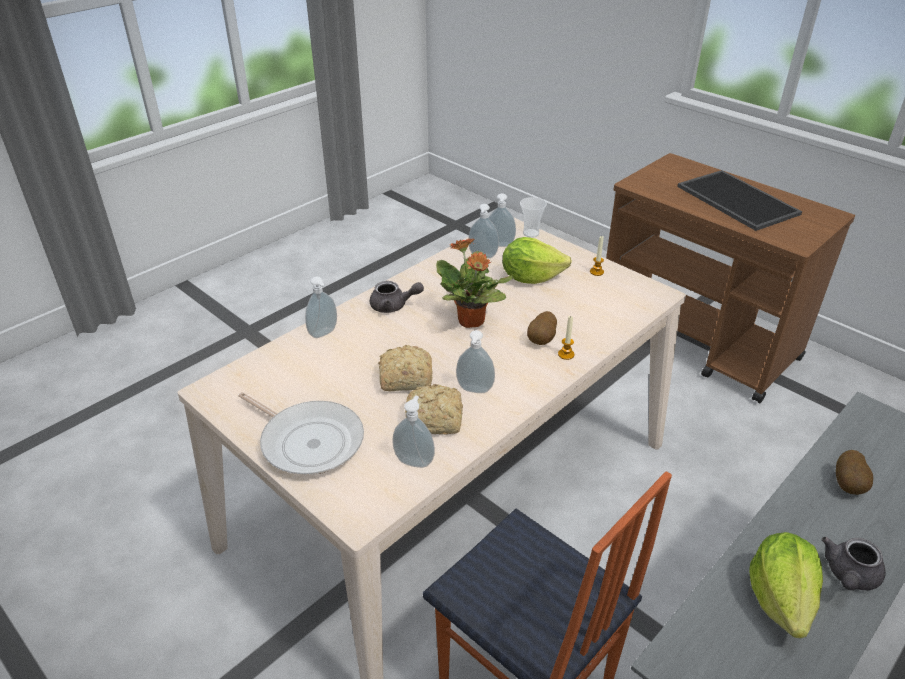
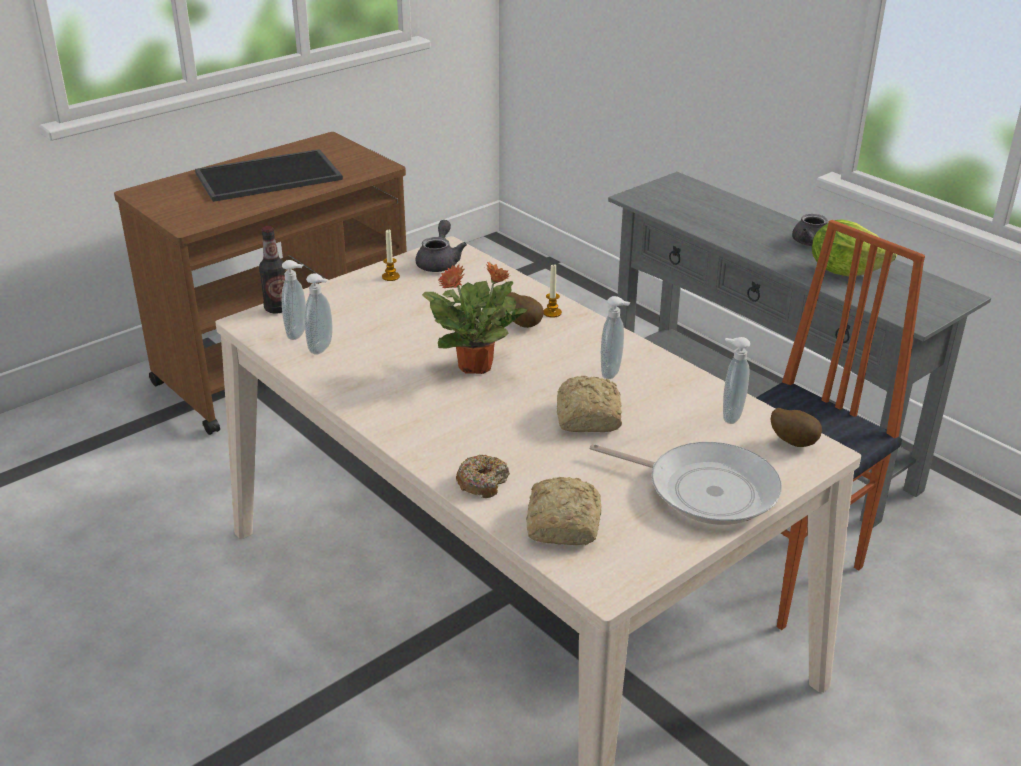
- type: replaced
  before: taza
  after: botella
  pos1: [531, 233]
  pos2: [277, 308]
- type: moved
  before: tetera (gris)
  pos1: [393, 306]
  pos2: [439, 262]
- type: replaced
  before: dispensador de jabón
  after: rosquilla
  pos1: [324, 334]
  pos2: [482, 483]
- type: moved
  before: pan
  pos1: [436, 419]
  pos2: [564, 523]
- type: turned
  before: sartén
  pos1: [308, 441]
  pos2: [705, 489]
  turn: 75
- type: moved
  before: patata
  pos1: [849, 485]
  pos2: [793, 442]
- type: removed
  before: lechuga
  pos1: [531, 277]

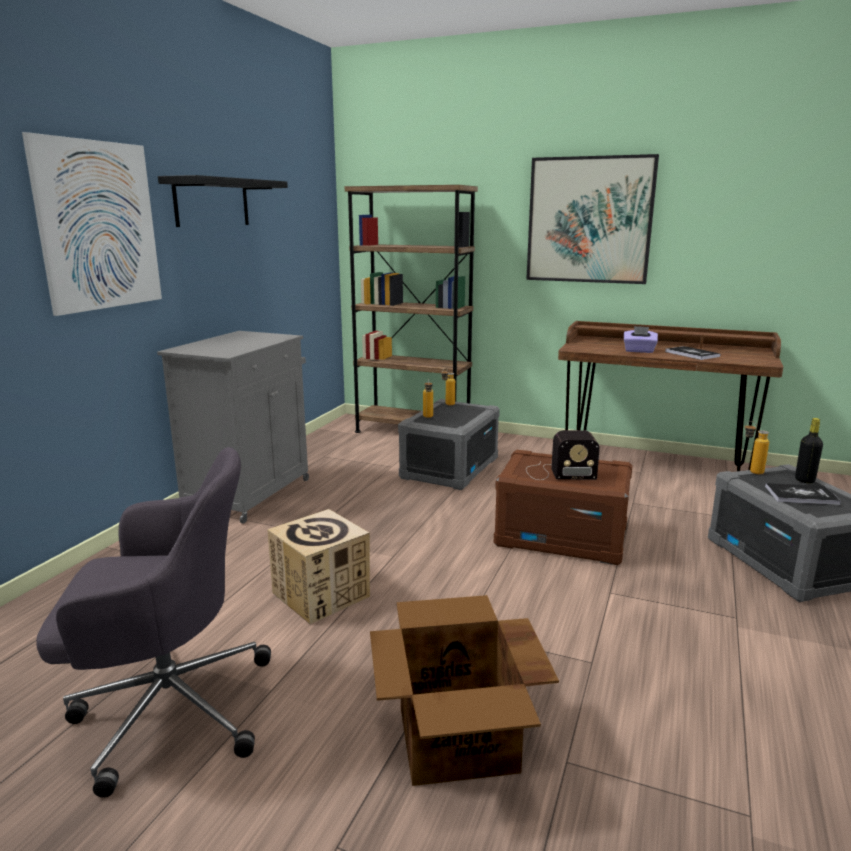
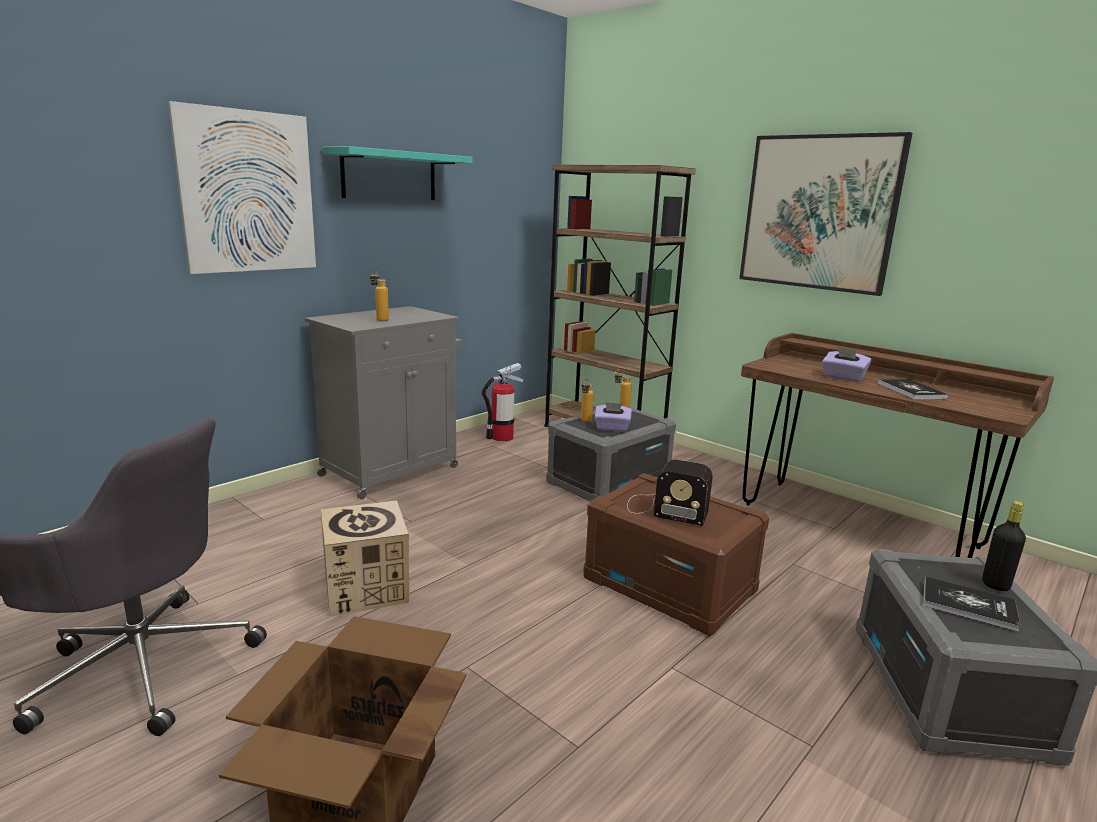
- type: recoloured
  before: estante (negro)
  after: estante (turquesa)
  pos1: [212, 202]
  pos2: [389, 175]
- type: moved
  before: botella
  pos1: [750, 471]
  pos2: [379, 319]
- type: added
  after: extintor
  pos2: [501, 437]
- type: added
  after: caja de pañuelos (morado)
  pos2: [612, 428]

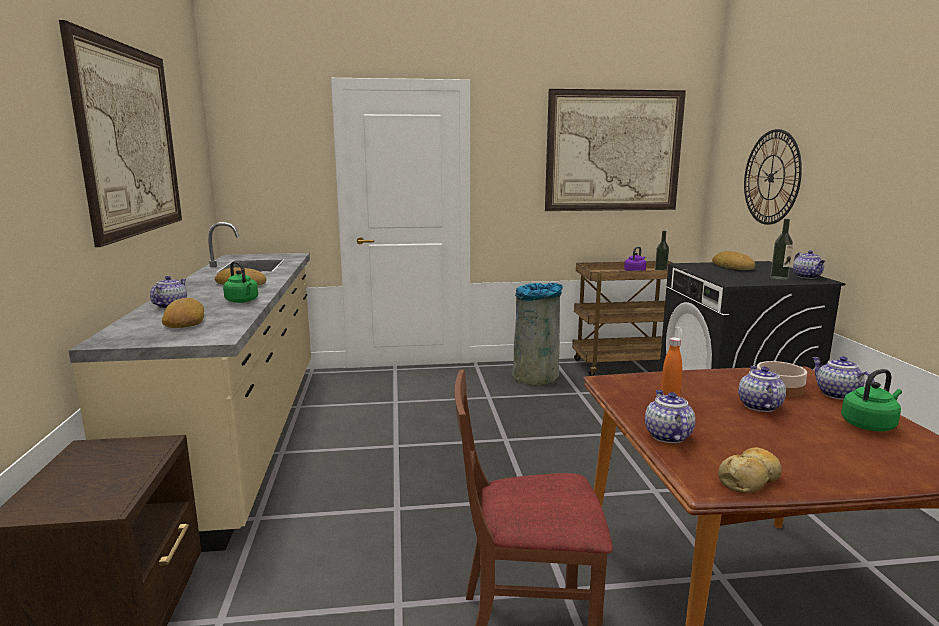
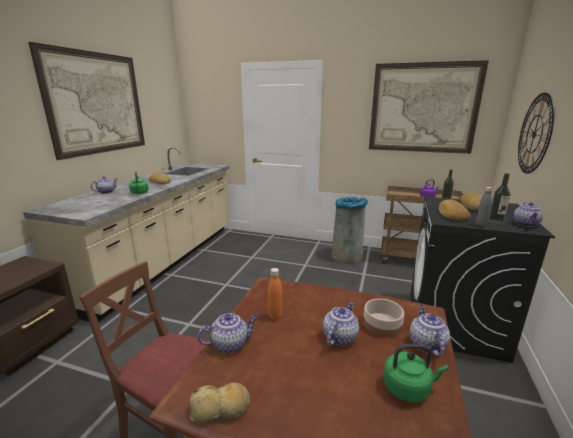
- type: turned
  before: tetera
  pos1: [667, 435]
  pos2: [230, 344]
  turn: 45
- type: moved
  before: pan
  pos1: [184, 321]
  pos2: [452, 214]
- type: added
  after: botella (gris)
  pos2: [481, 225]

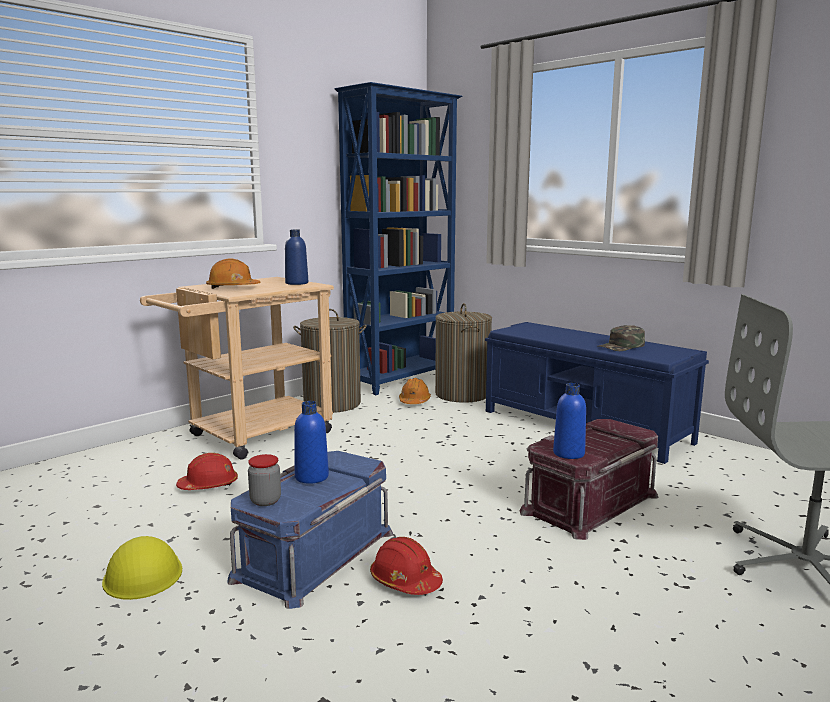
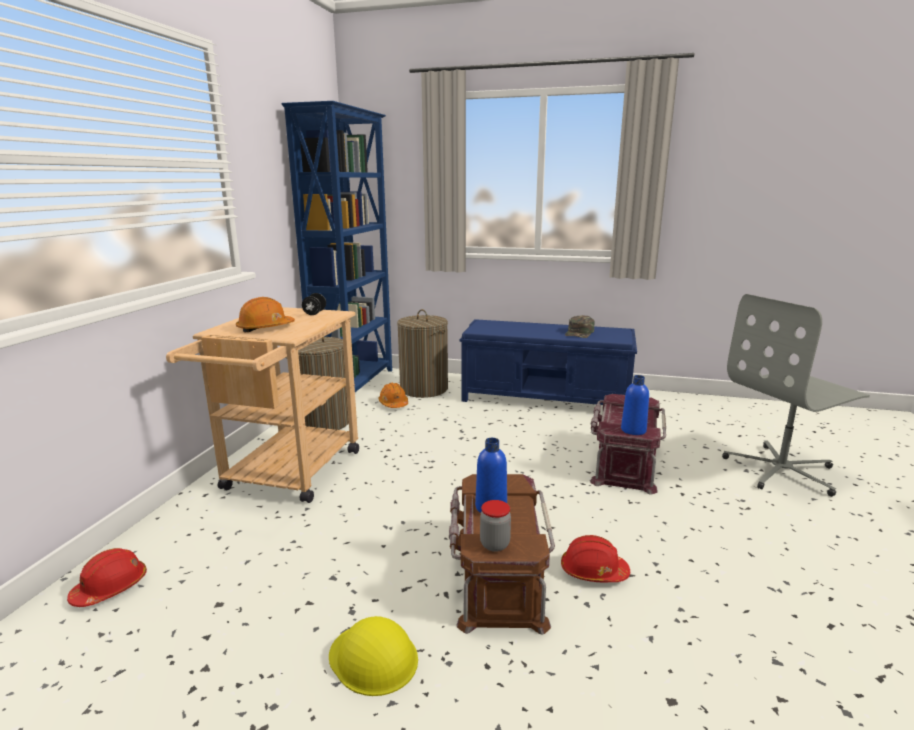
- type: moved
  before: casco (rojo)
  pos1: [209, 485]
  pos2: [111, 588]
- type: replaced
  before: botella (azul)
  after: mancuerna (negro)
  pos1: [296, 283]
  pos2: [315, 313]
- type: recoloured
  before: caja de almacenaje (azul)
  after: caja de almacenaje (marrón)
  pos1: [313, 554]
  pos2: [497, 574]

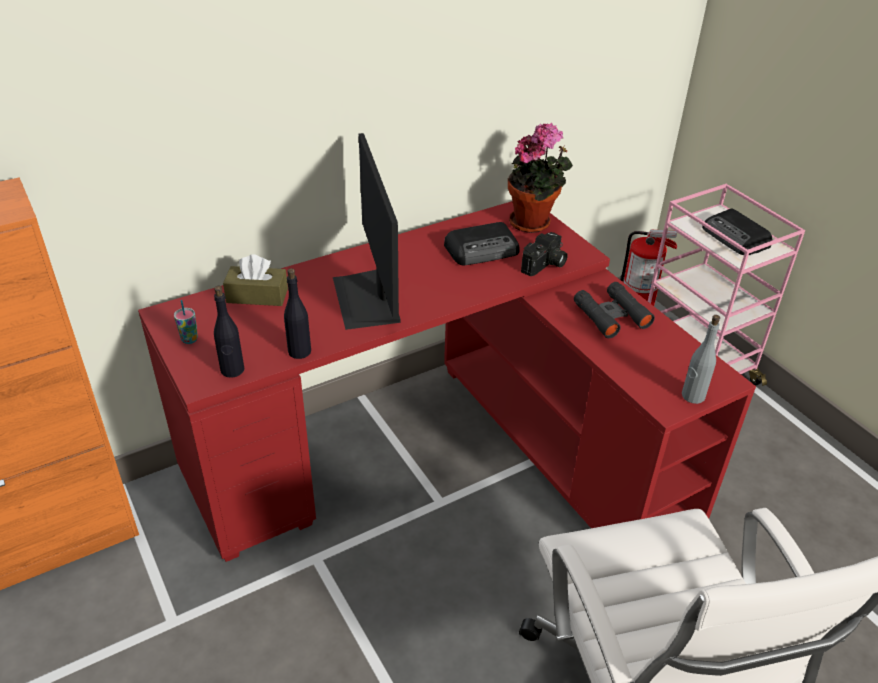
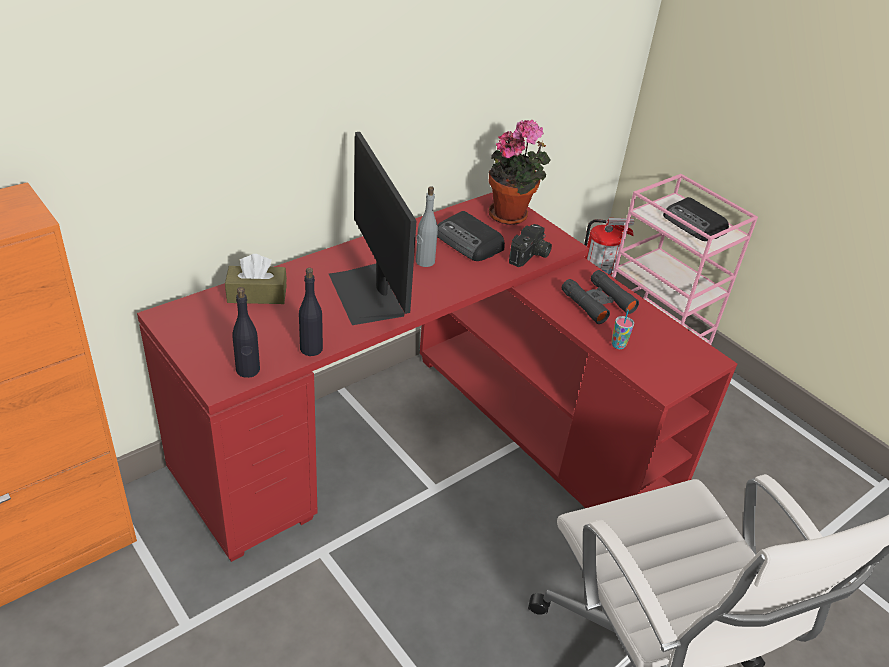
- type: moved
  before: botella (gris)
  pos1: [692, 396]
  pos2: [424, 261]
- type: turned
  before: radio
  pos1: [483, 250]
  pos2: [469, 242]
  turn: 75
- type: moved
  before: taza
  pos1: [189, 339]
  pos2: [618, 345]

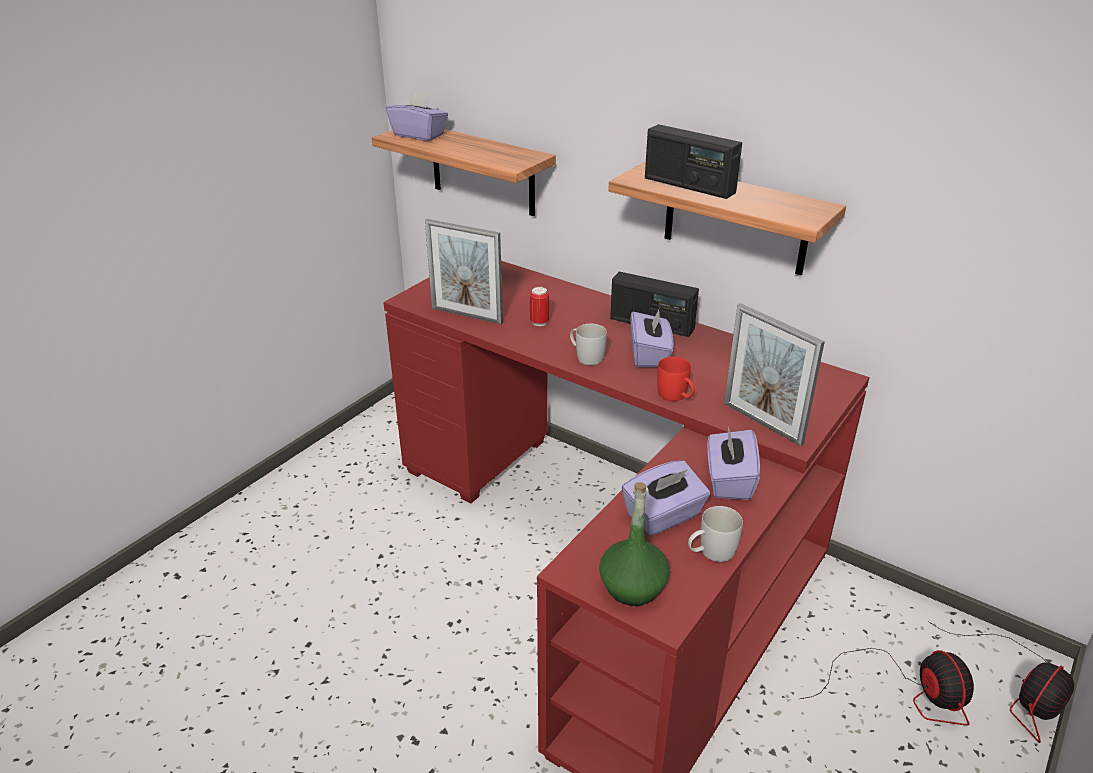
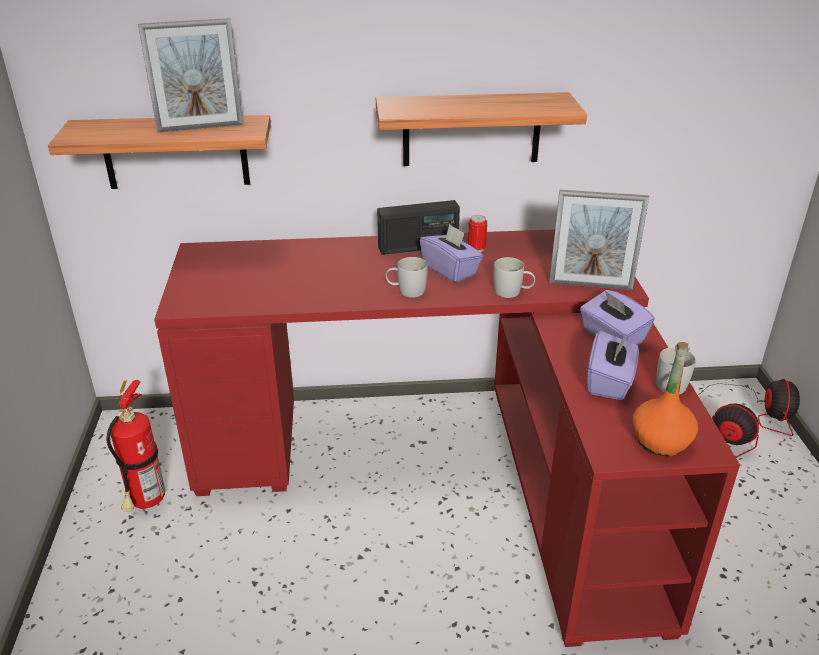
- type: added
  after: extintor
  pos2: [145, 503]
- type: moved
  before: portarretratos
  pos1: [466, 315]
  pos2: [200, 127]
- type: moved
  before: lata
  pos1: [539, 322]
  pos2: [476, 249]
- type: recoloured
  before: taza grande (rojo)
  after: taza grande (blanco)
  pos1: [676, 397]
  pos2: [512, 292]
- type: recoloured
  before: botella (verde)
  after: botella (naranja)
  pos1: [632, 586]
  pos2: [660, 441]
- type: removed
  before: caja de pañuelos (morado)
  pos1: [419, 135]
- type: removed
  before: radio
  pos1: [689, 185]

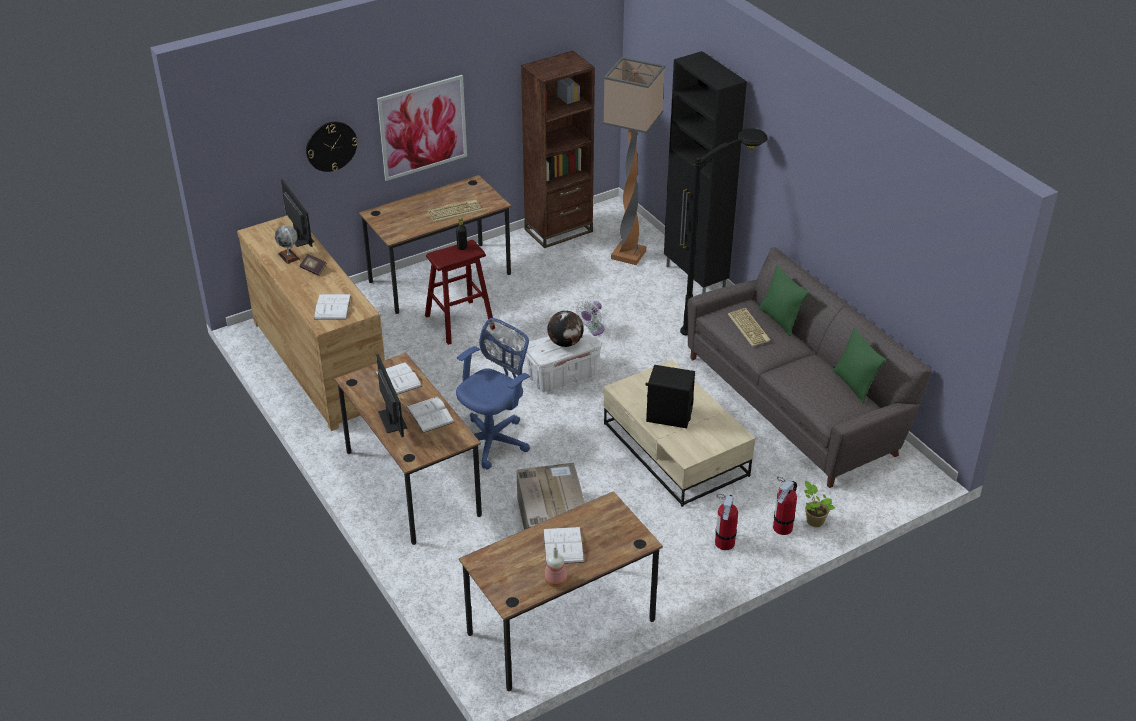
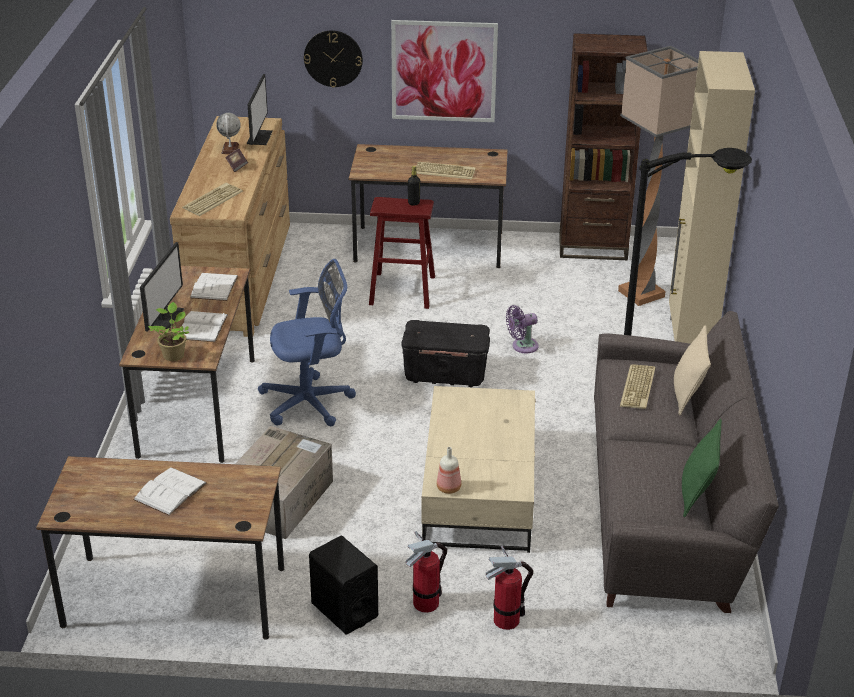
- type: moved
  before: planta en maceta
  pos1: [814, 520]
  pos2: [173, 354]
- type: replaced
  before: libro (blanco)
  after: teclado
  pos1: [332, 307]
  pos2: [212, 200]
- type: moved
  before: altavoz (negro)
  pos1: [668, 416]
  pos2: [344, 610]
- type: recoloured
  before: caja de almacenaje (blanco)
  after: caja de almacenaje (negro)
  pos1: [563, 375]
  pos2: [445, 374]
- type: moved
  before: botella
  pos1: [556, 580]
  pos2: [449, 487]
- type: recoloured
  before: ventilador (blanco)
  after: ventilador (morado)
  pos1: [592, 330]
  pos2: [522, 346]
- type: recoloured
  before: armario (negro)
  after: armario (beis)
  pos1: [695, 279]
  pos2: [689, 342]
- type: recoloured
  before: cojín (verde)
  after: cojín (beis)
  pos1: [780, 320]
  pos2: [687, 395]
- type: removed
  before: globo terráqueo
  pos1: [565, 343]

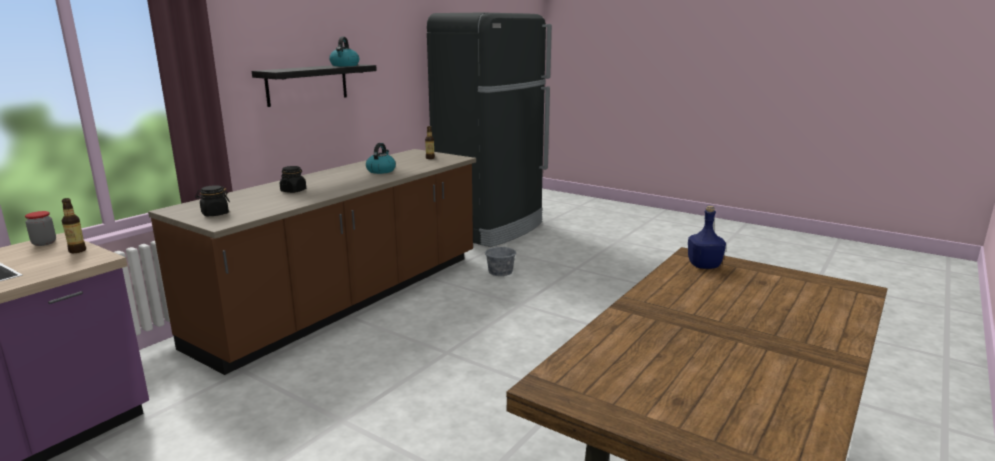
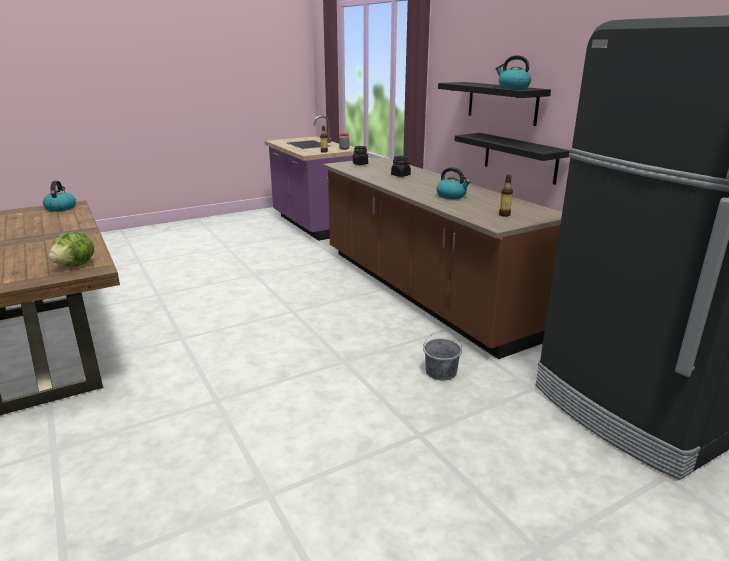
- type: added
  after: hervidor
  pos2: [61, 208]
- type: replaced
  before: botella (azul)
  after: lechuga
  pos1: [703, 265]
  pos2: [76, 265]
- type: added
  after: estante (negro)
  pos2: [520, 157]

